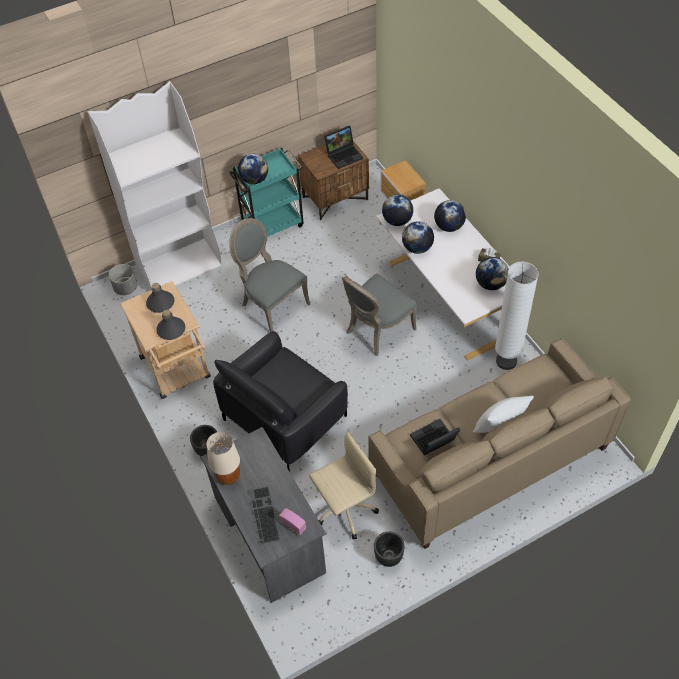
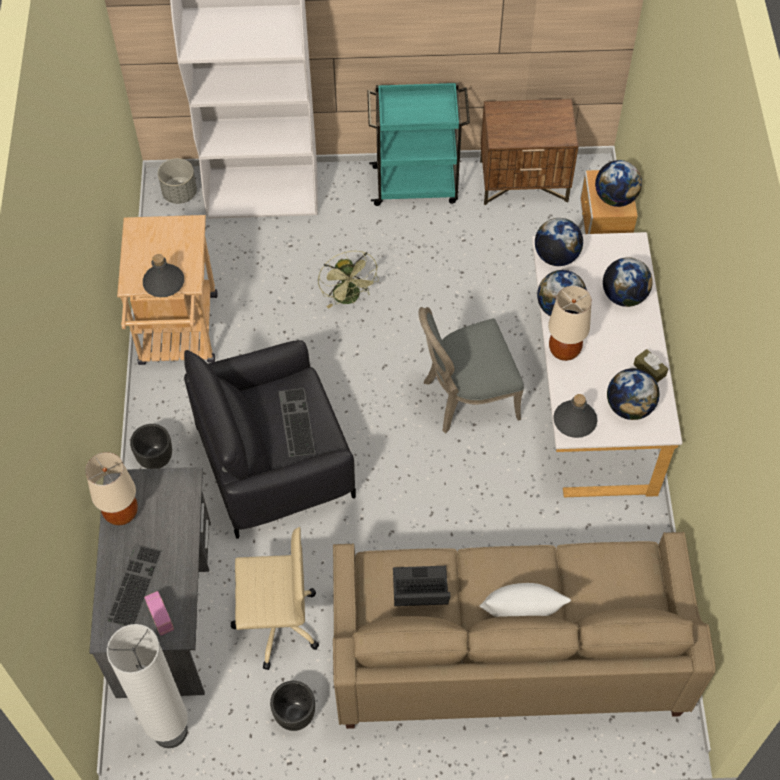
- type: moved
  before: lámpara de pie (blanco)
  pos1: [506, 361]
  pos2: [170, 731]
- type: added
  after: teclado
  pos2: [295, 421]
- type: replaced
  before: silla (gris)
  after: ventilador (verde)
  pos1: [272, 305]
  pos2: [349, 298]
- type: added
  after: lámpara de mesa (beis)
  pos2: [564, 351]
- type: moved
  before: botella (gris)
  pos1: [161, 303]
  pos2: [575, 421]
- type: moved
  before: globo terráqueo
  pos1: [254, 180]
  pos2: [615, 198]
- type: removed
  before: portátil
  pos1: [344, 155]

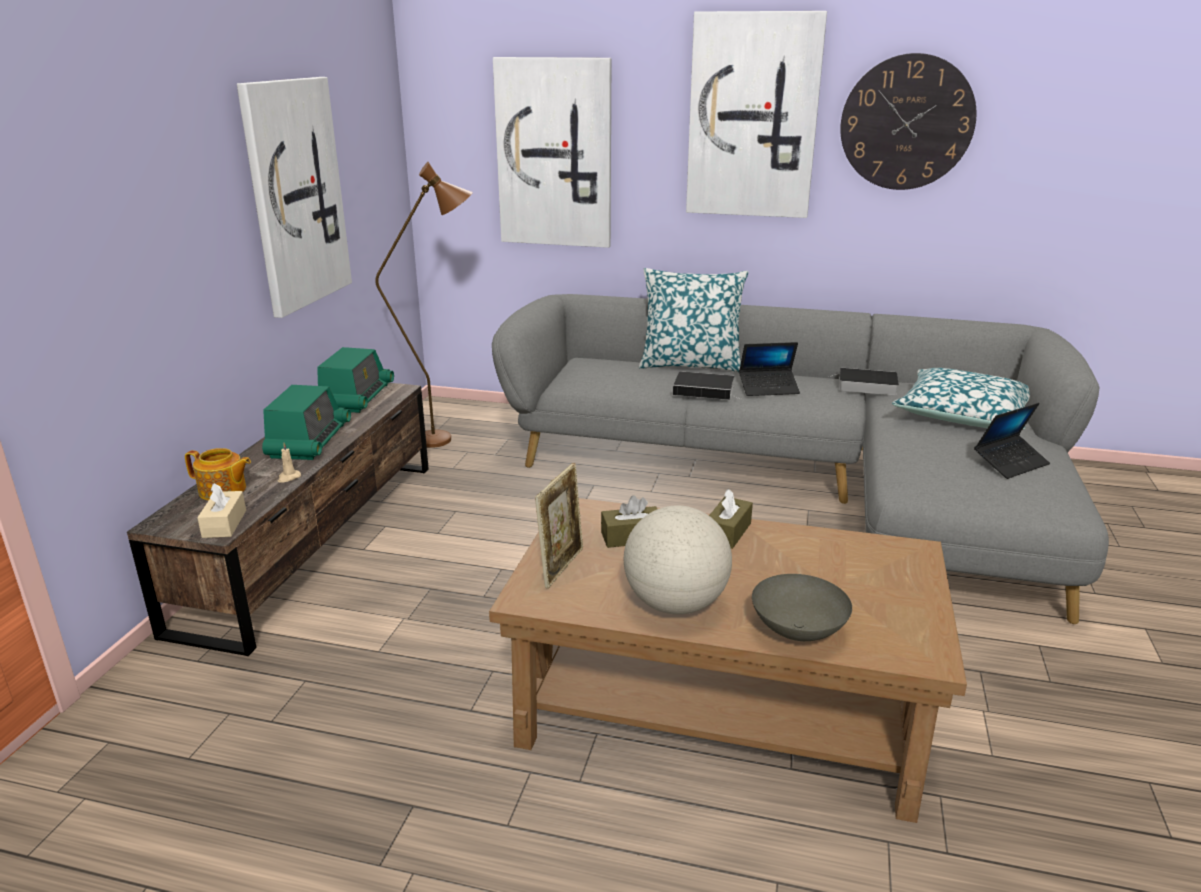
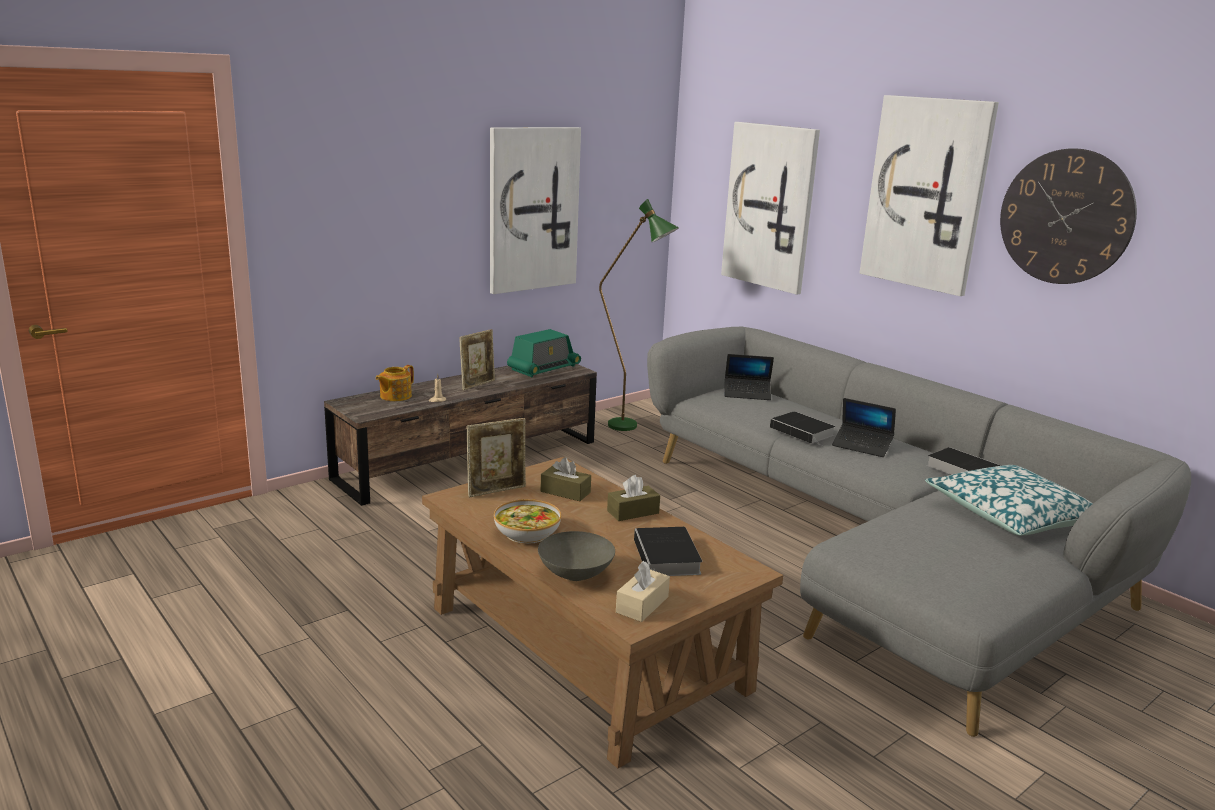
- type: turned
  before: tetera
  pos1: [223, 491]
  pos2: [395, 396]
  turn: 75
- type: replaced
  before: radio
  after: portarretratos
  pos1: [309, 441]
  pos2: [477, 384]
- type: replaced
  before: globo terráqueo
  after: cuenco
  pos1: [676, 604]
  pos2: [527, 533]
- type: recoloured
  before: lámpara de pie (marrón)
  after: lámpara de pie (verde)
  pos1: [447, 439]
  pos2: [632, 427]
- type: moved
  before: caja de pañuelos (beis)
  pos1: [224, 524]
  pos2: [642, 604]
- type: added
  after: libro
  pos2: [667, 558]
- type: moved
  before: portátil
  pos1: [1010, 463]
  pos2: [747, 394]
- type: removed
  before: cojín
  pos1: [690, 364]

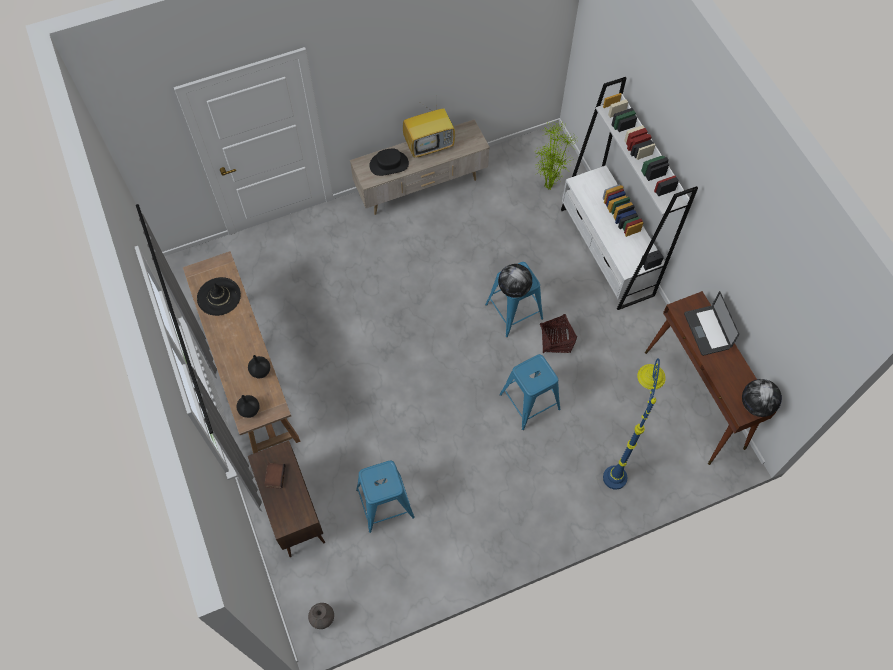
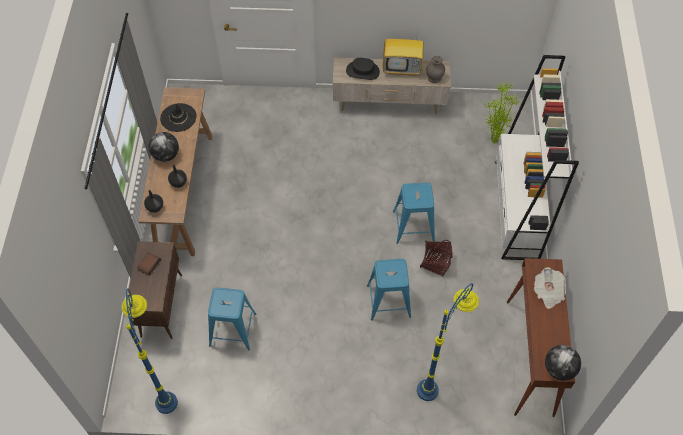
- type: added
  after: lámpara de pie (azul)
  pos2: [165, 385]
- type: moved
  before: globo terráqueo
  pos1: [514, 289]
  pos2: [166, 155]
- type: moved
  before: florero (gris)
  pos1: [323, 618]
  pos2: [434, 77]
- type: replaced
  before: portátil
  after: periódico
  pos1: [707, 331]
  pos2: [548, 292]

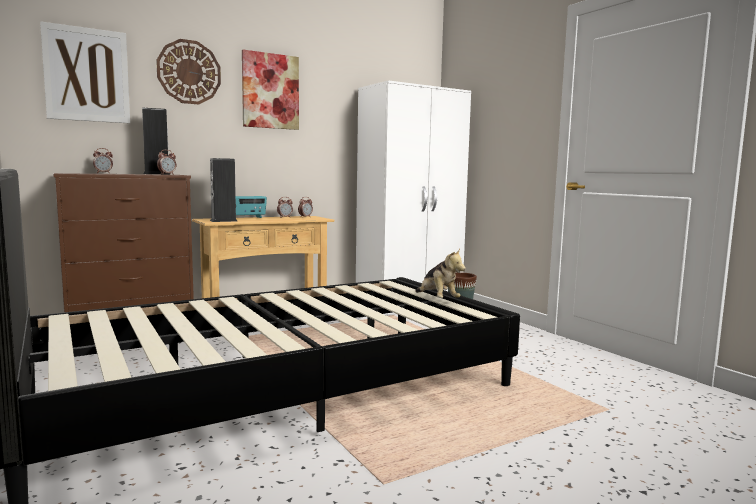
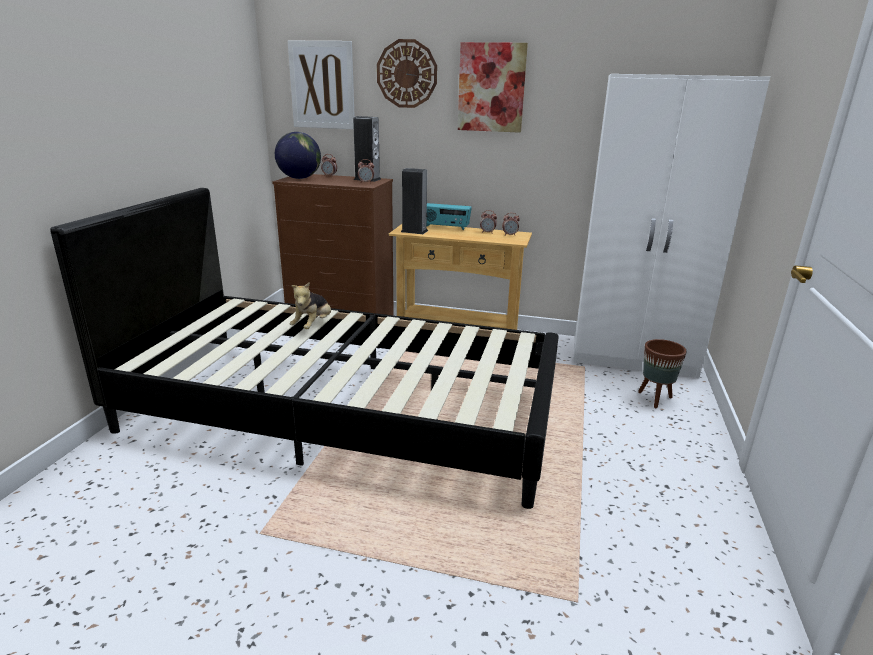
- type: added
  after: globo terráqueo
  pos2: [299, 178]
- type: moved
  before: peluche
  pos1: [437, 300]
  pos2: [313, 325]

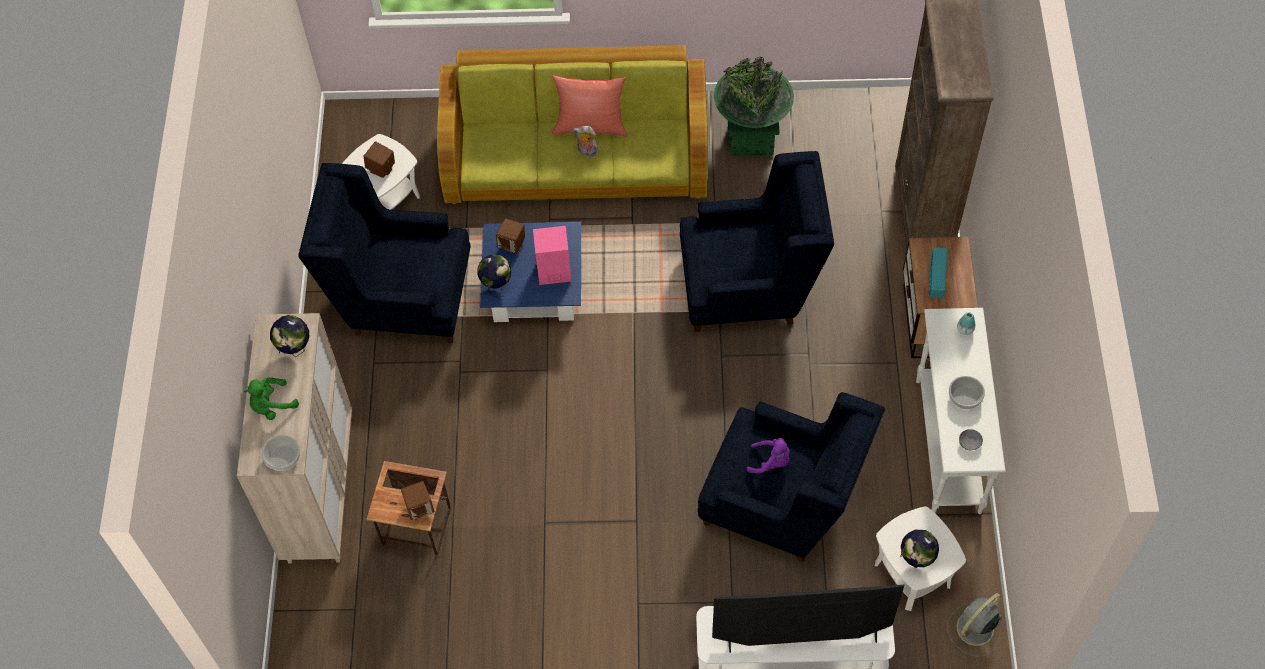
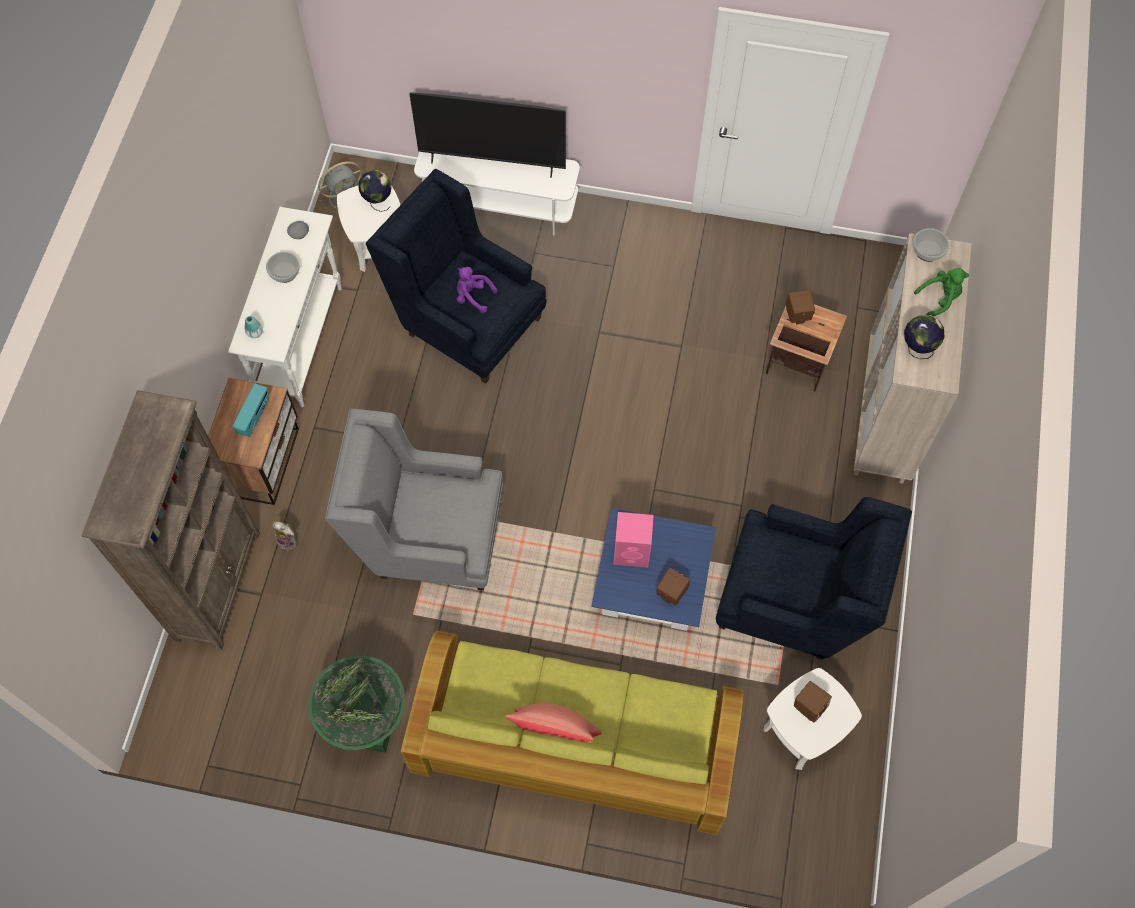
- type: moved
  before: peluche
  pos1: [587, 152]
  pos2: [288, 541]
- type: recoloured
  before: sillón (azul)
  after: sillón (gris)
  pos1: [750, 286]
  pos2: [427, 536]
- type: removed
  before: globo terráqueo
  pos1: [496, 285]

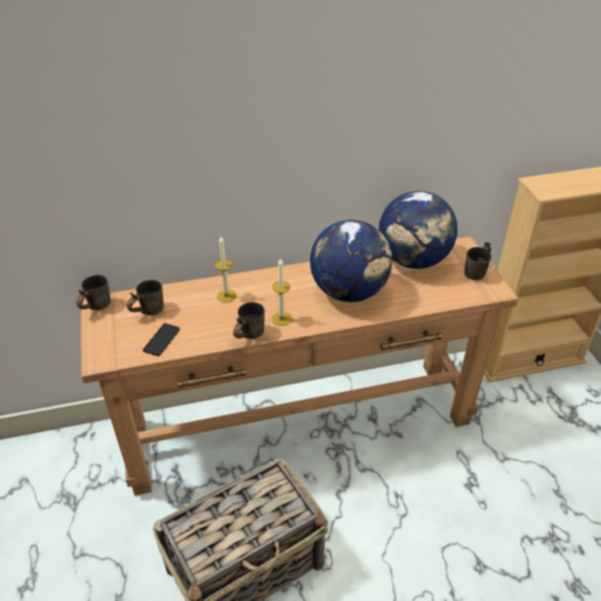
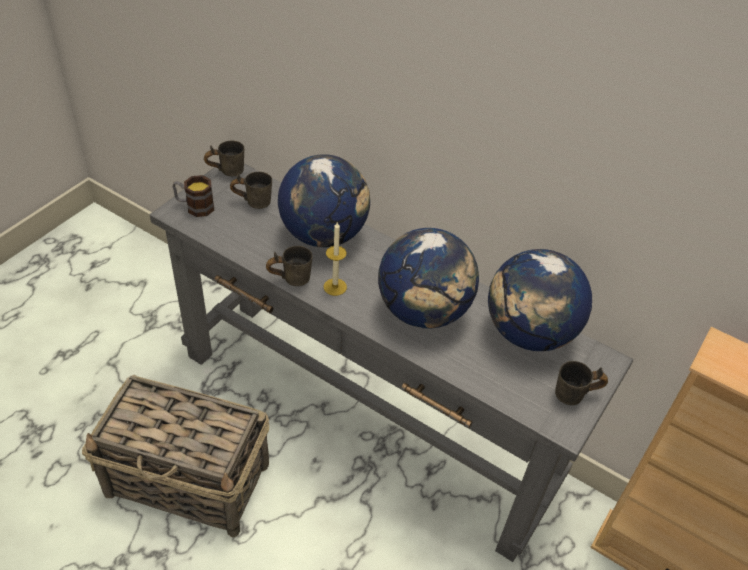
- type: recoloured
  before: mesa consola (marrón)
  after: mesa consola (gris)
  pos1: [299, 424]
  pos2: [365, 416]
- type: added
  after: taza grande
  pos2: [194, 207]
- type: replaced
  before: vela
  after: globo terráqueo
  pos1: [226, 296]
  pos2: [324, 234]
- type: removed
  before: móvil
  pos1: [161, 340]

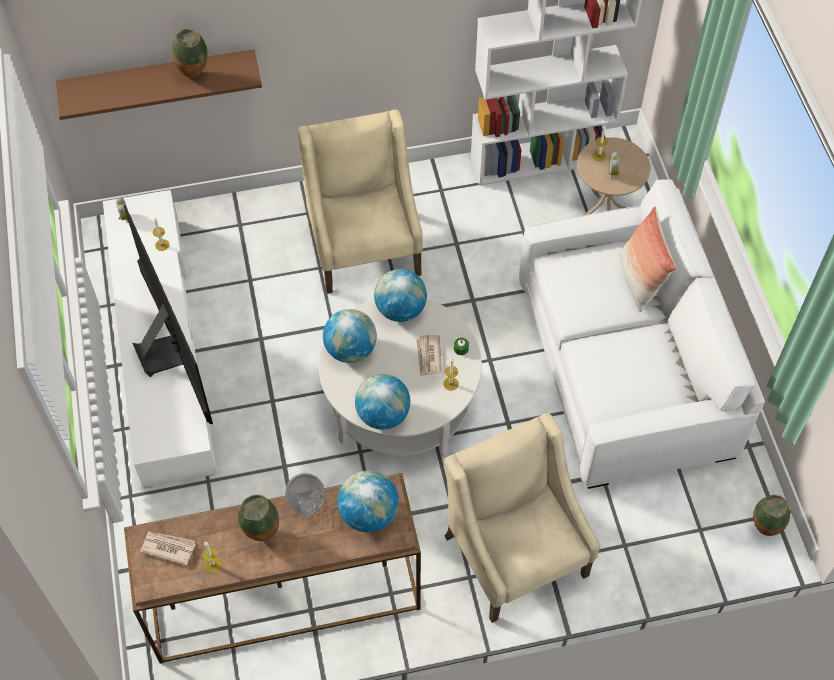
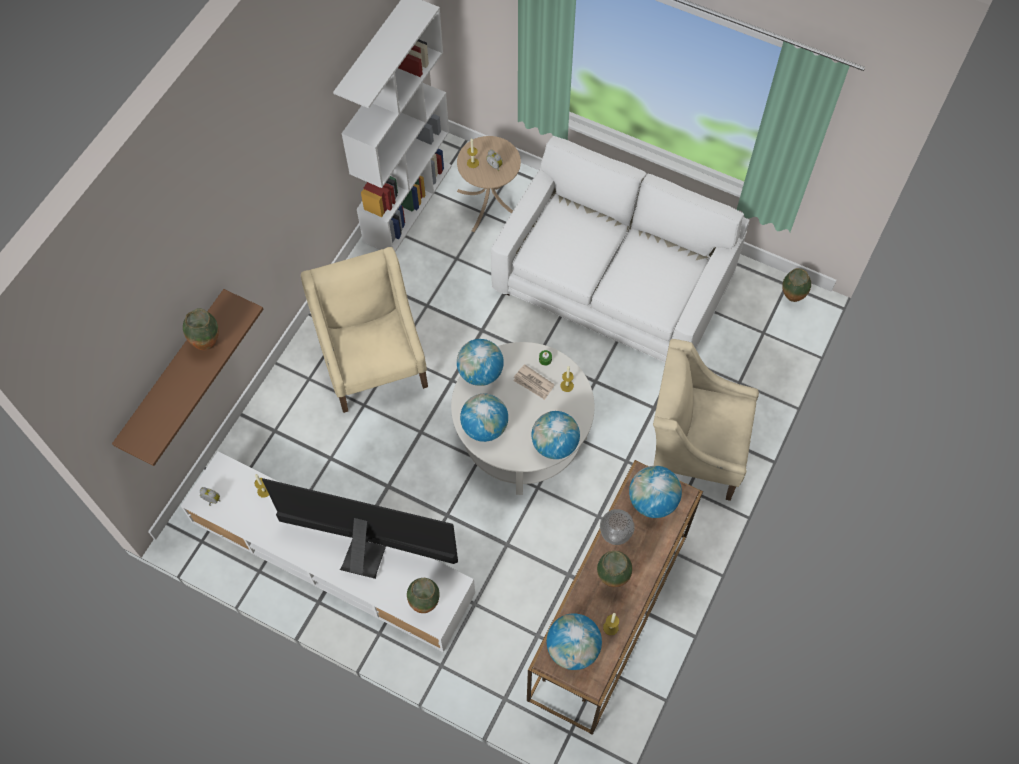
- type: turned
  before: sillón (beis)
  pos1: [365, 247]
  pos2: [374, 363]
  turn: 45
- type: added
  after: florero
  pos2: [424, 603]
- type: replaced
  before: periódico
  after: globo terráqueo
  pos1: [168, 548]
  pos2: [573, 648]
- type: removed
  before: cojín
  pos1: [639, 280]

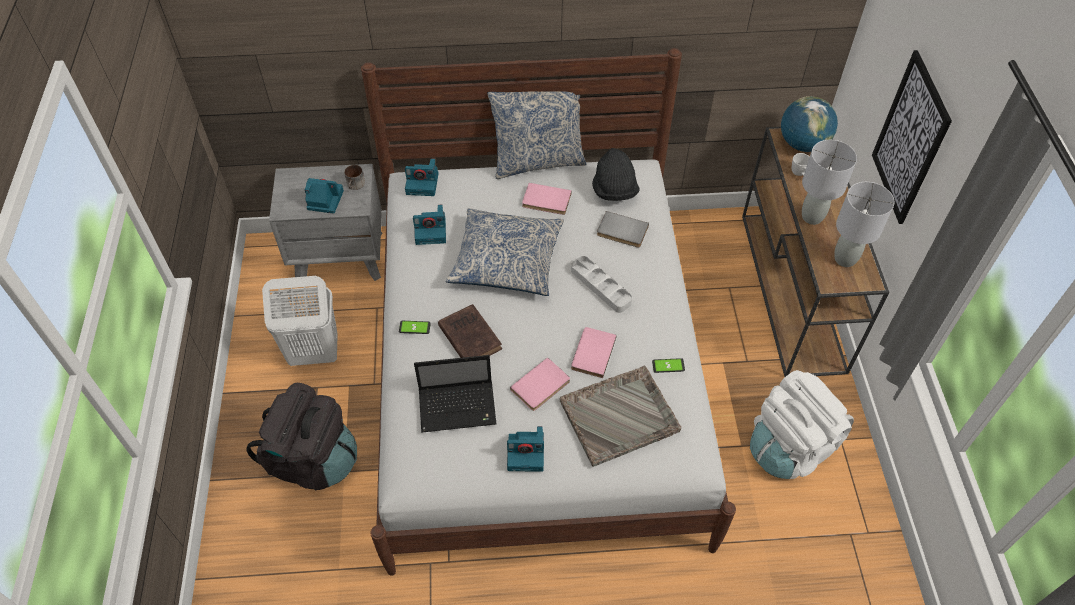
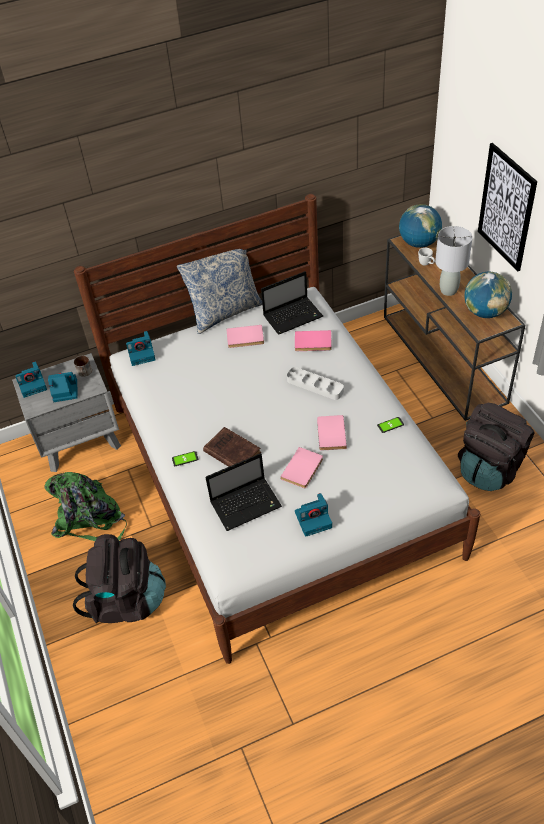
- type: moved
  before: cámara
  pos1: [431, 231]
  pos2: [33, 384]
- type: replaced
  before: cesto de la ropa (blanco)
  after: mochila (verde)
  pos1: [313, 353]
  pos2: [90, 520]
- type: replaced
  before: sombrero (negro)
  after: portátil
  pos1: [614, 190]
  pos2: [294, 316]
- type: recoloured
  before: libro (gris)
  after: libro (rosa)
  pos1: [622, 232]
  pos2: [313, 343]
- type: recoloured
  before: mochila (blanco)
  after: mochila (negro)
  pos1: [790, 447]
  pos2: [490, 468]
- type: replaced
  before: lámpara de mesa (gris)
  after: globo terráqueo
  pos1: [845, 259]
  pos2: [485, 312]
- type: removed
  before: cojín
  pos1: [506, 260]
- type: removed
  before: bandeja (gris)
  pos1: [620, 416]

